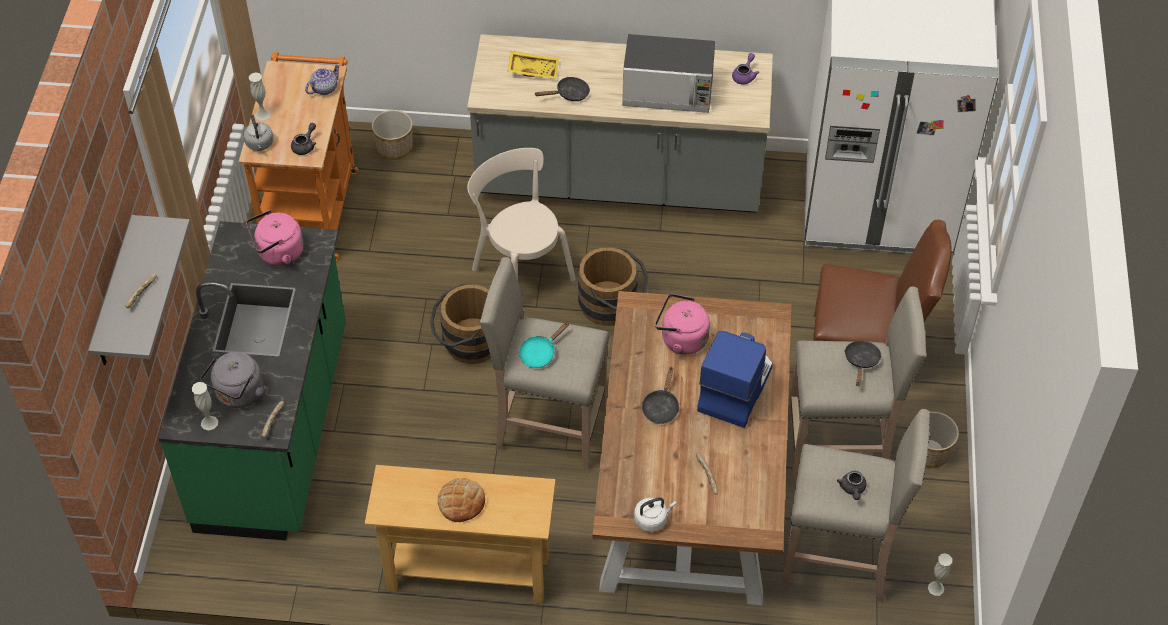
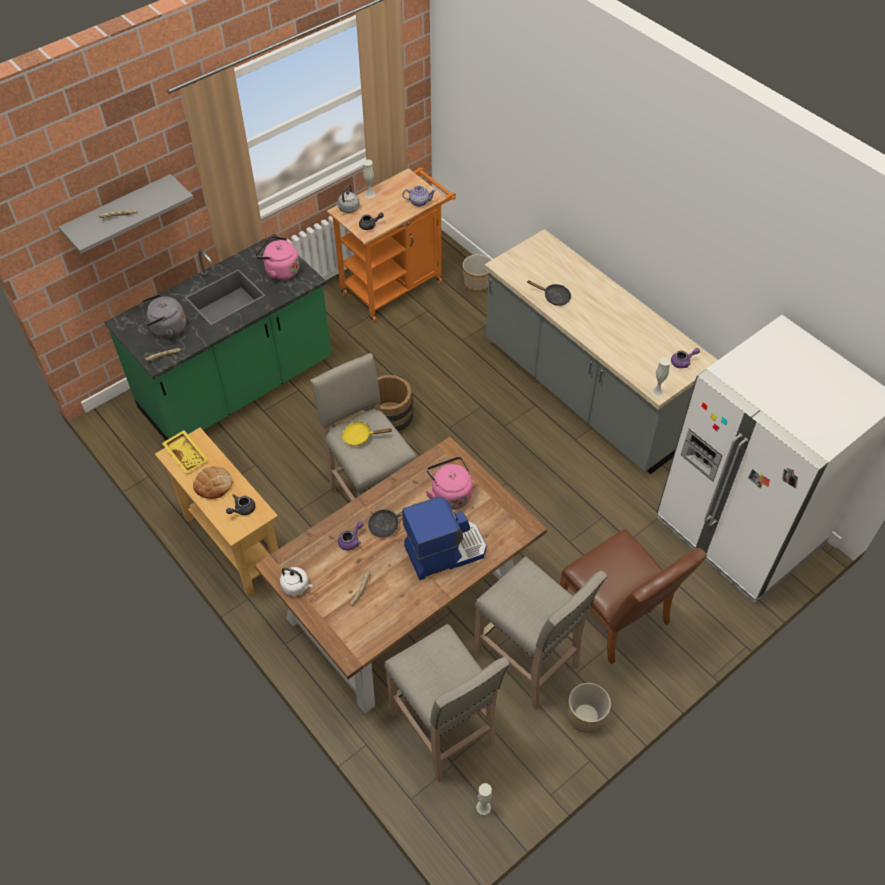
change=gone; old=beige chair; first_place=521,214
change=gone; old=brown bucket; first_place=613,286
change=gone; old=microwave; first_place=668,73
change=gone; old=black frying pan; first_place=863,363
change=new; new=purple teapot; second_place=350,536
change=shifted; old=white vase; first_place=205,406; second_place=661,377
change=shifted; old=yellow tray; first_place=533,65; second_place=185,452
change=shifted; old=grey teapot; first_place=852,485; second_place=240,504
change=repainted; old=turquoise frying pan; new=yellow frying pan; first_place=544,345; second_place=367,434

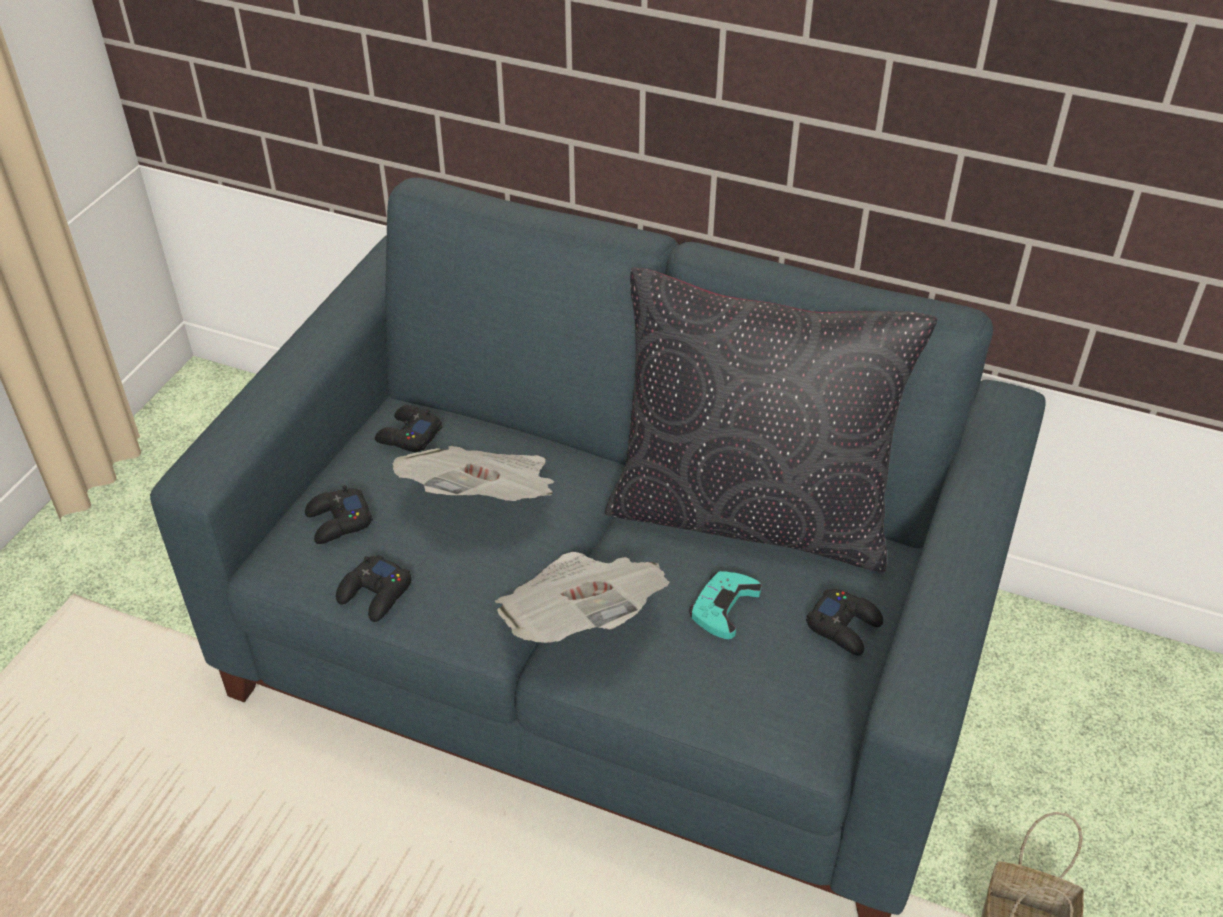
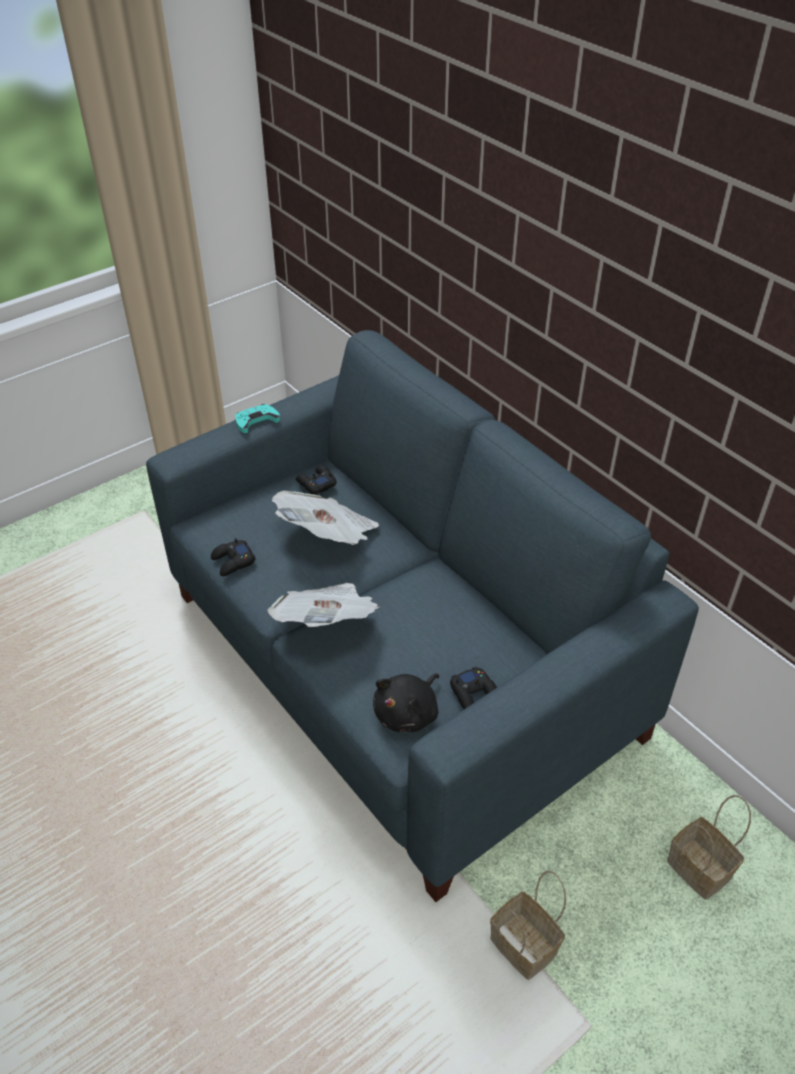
change=gone; old=black game controller; first_place=339,514
change=gone; old=black pillow; first_place=770,420
change=new; new=black plush toy; second_place=406,702
change=new; new=basket; second_place=709,847
change=shifted; old=turquoise game controller; first_place=725,605; second_place=257,418

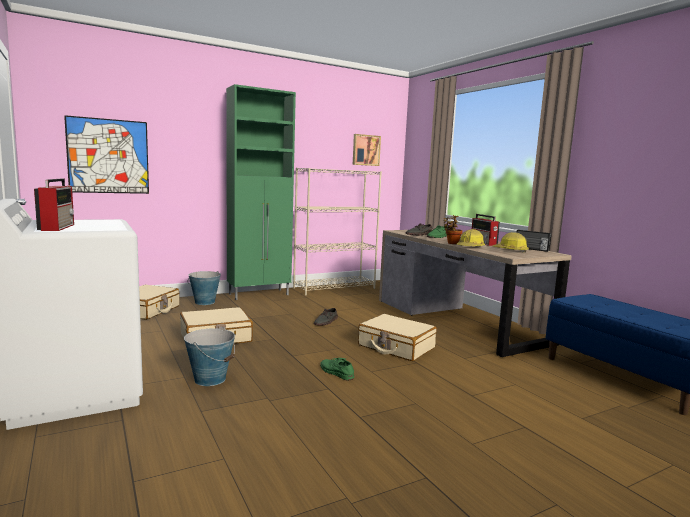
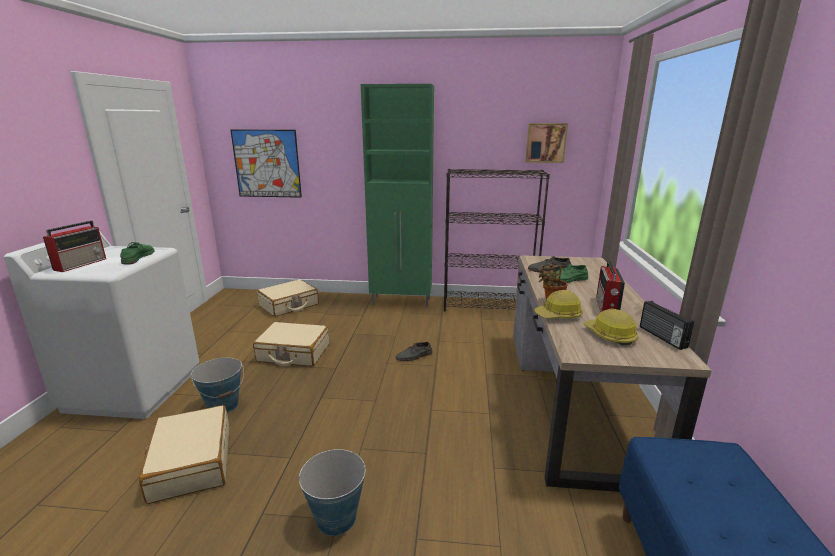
change=shifted; old=bucket; first_place=204,288; second_place=332,492
change=shifted; old=green shoe; first_place=337,369; second_place=137,253
change=shifted; old=beige suitcase; first_place=397,337; second_place=184,454
change=repainted; old=beige bookcase; new=black bookcase; first_place=337,231; second_place=497,240

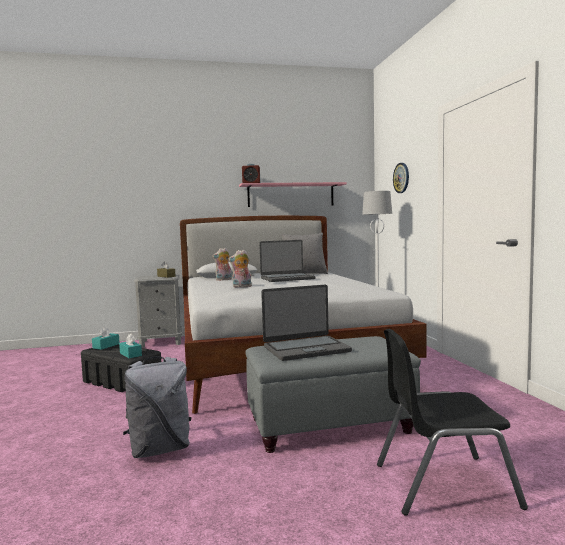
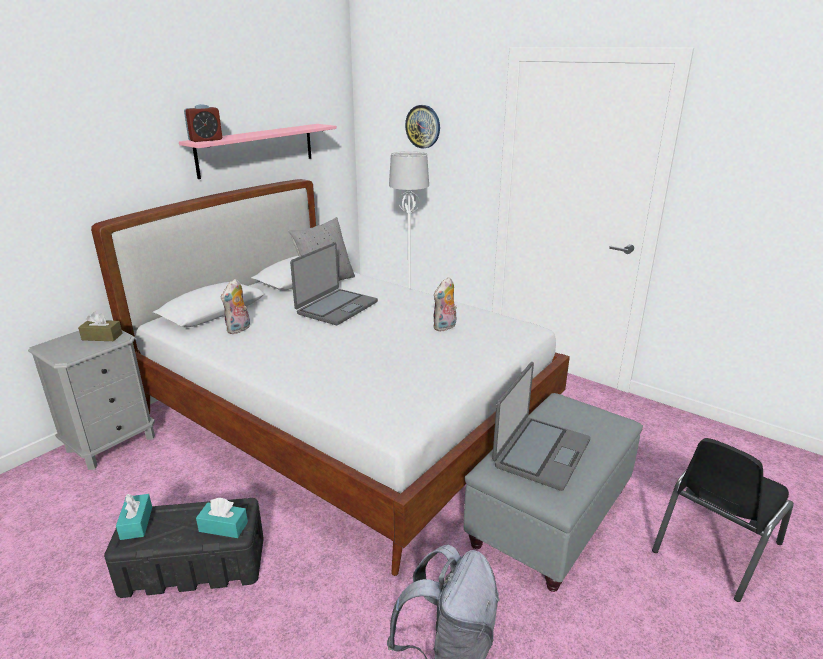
change=shifted; old=plush toy; first_place=240,269; second_place=445,304

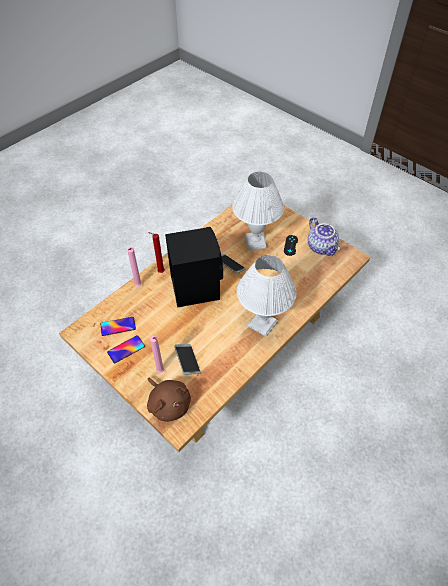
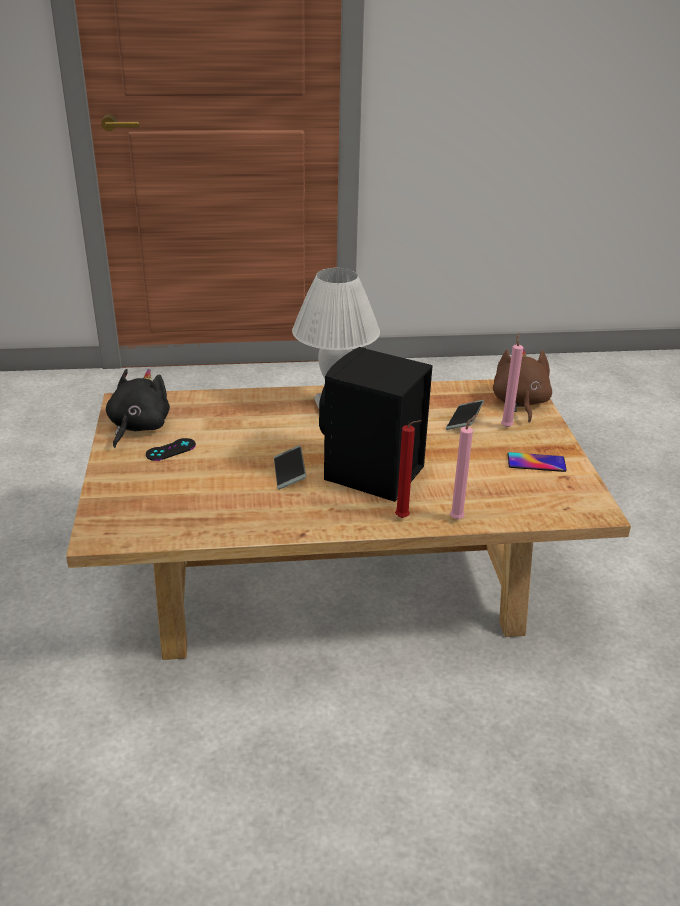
change=gone; old=phone; first_place=118,326
change=gone; old=white table lamp; first_place=258,211
change=swapped; old=teapot; new=black plush toy; first_place=324,236; second_place=138,408

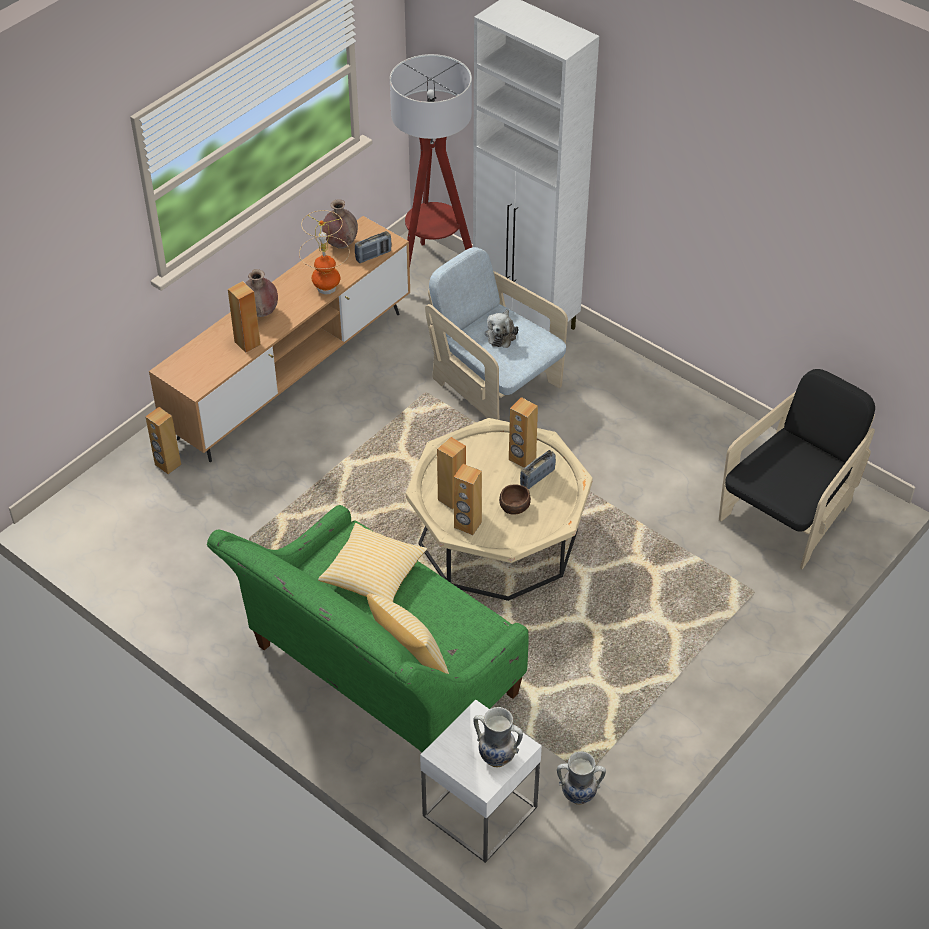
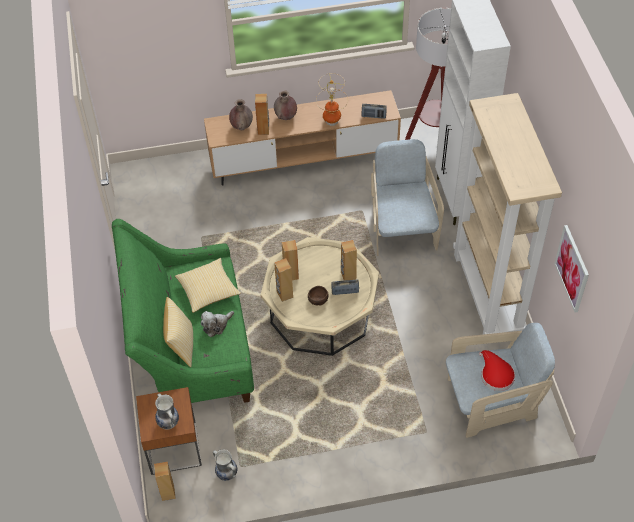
change=new; new=beige bookcase; second_place=507,213
change=new; new=red hat; second_place=497,370
change=new; new=picture; second_place=571,269
change=shifted; old=brown speaker; first_place=163,440; second_place=165,481
change=shifted; old=brown vase; first_place=340,224; second_place=241,114
change=shifted; old=plush toy; first_place=501,328; second_place=217,324
change=repainted; old=white side table; new=brown side table; first_place=481,781; second_place=169,431
change=repainted; old=black armchair; new=beige armchair; first_place=797,469; second_place=500,380

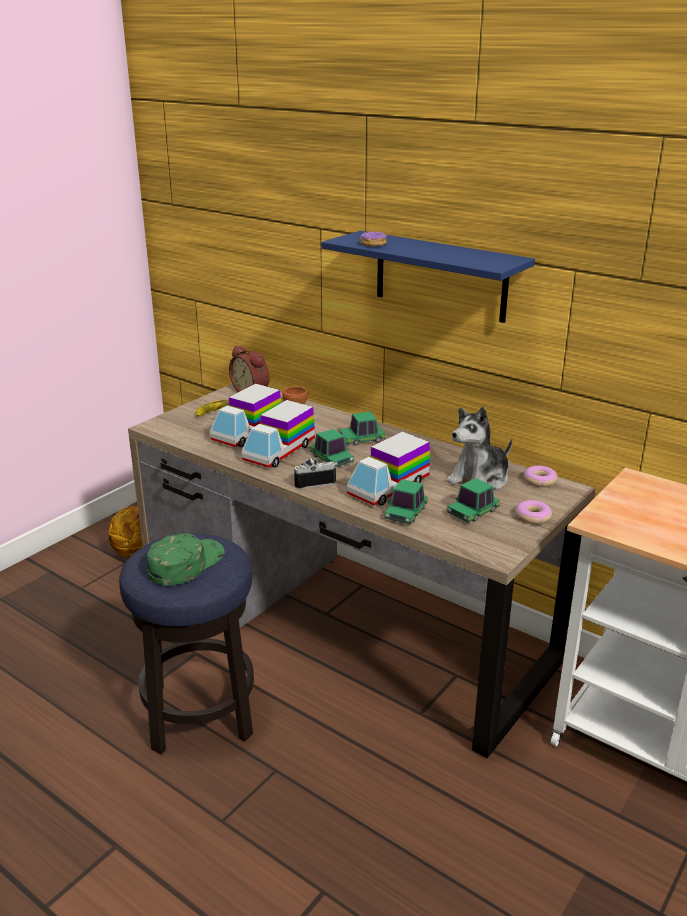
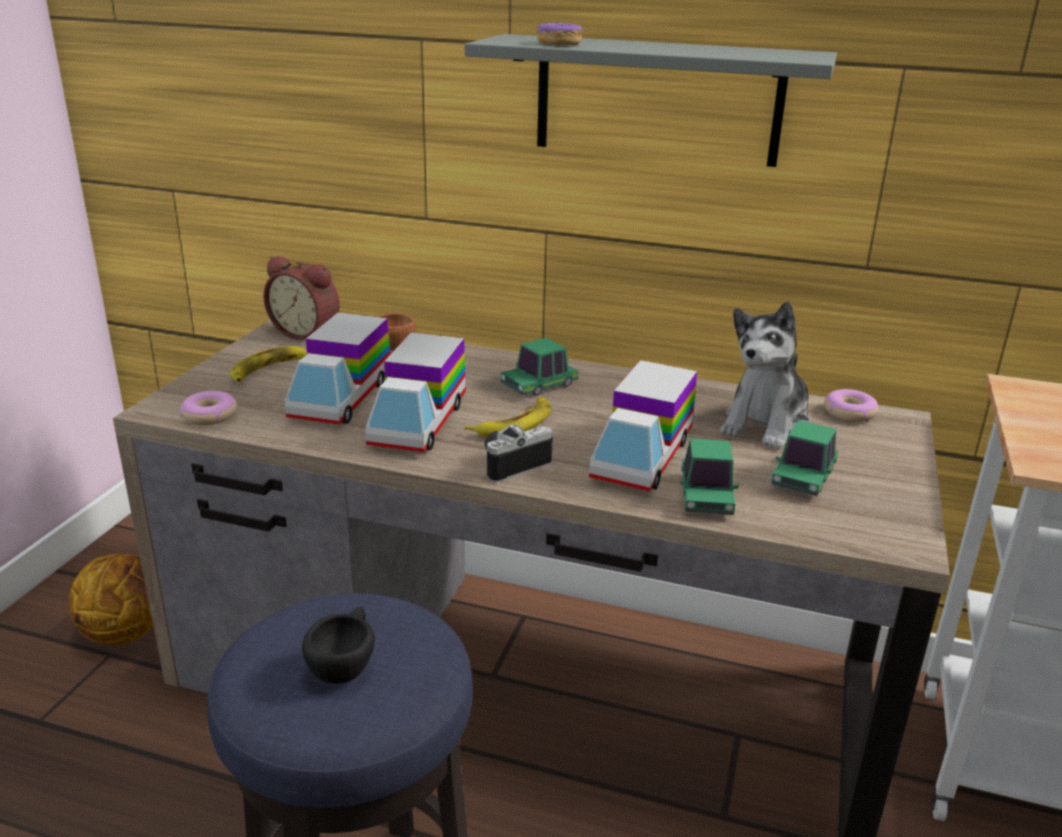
change=shifted; old=donut; first_place=534,512; second_place=208,408
change=swapped; old=green cap; new=black cup; first_place=186,560; second_place=338,644
change=swapped; old=toy car; new=banana; first_place=332,448; second_place=508,417
change=repainted; old=blue shelf; new=grey shelf; first_place=428,277; second_place=650,100

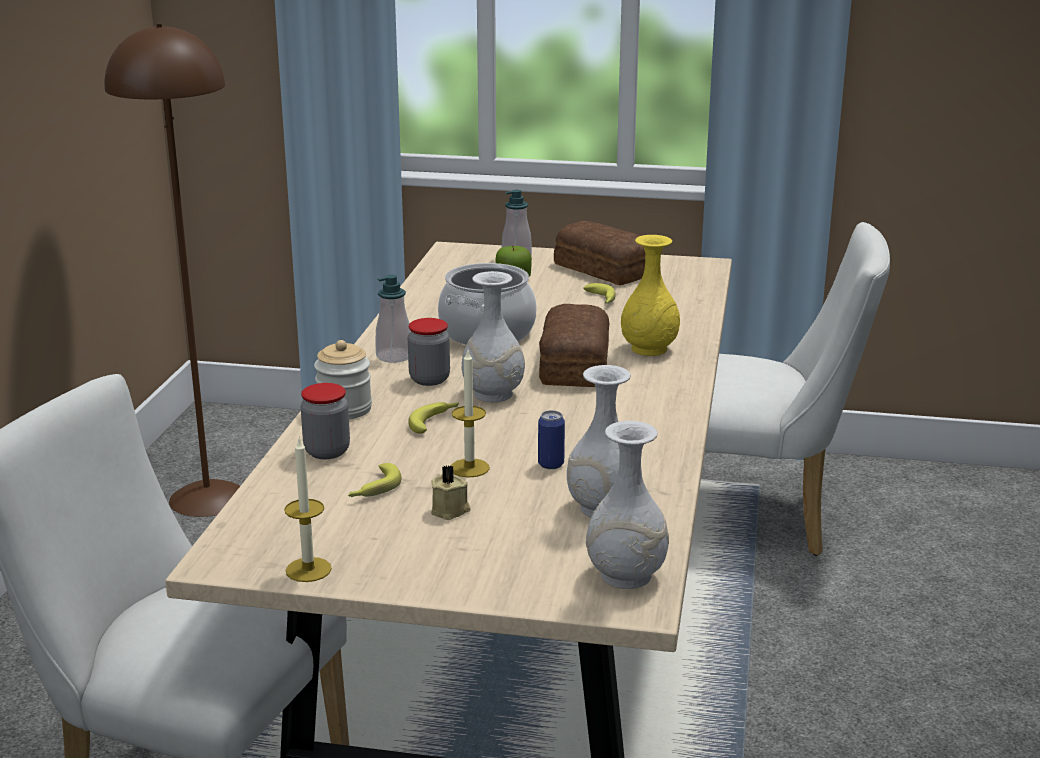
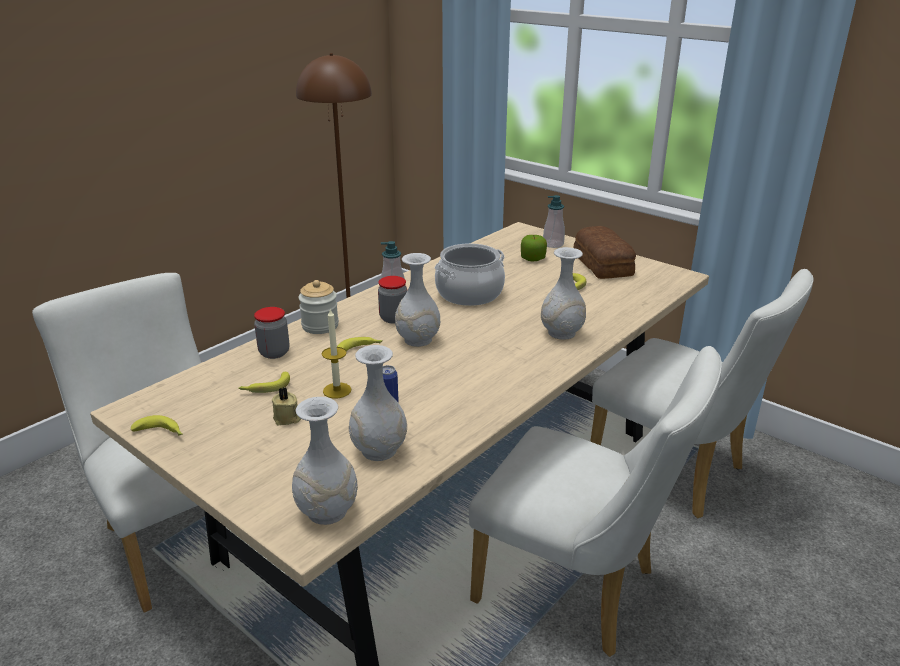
change=gone; old=bread; first_place=574,345
change=new; new=white chair; second_place=595,501
change=swapped; old=candle; new=banana; first_place=308,510; second_place=156,425
change=repainted; old=yellow vase; new=white vase; first_place=650,295; second_place=563,293

